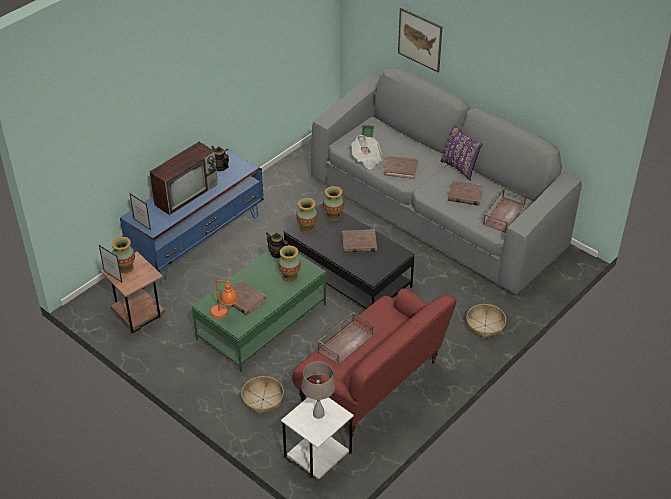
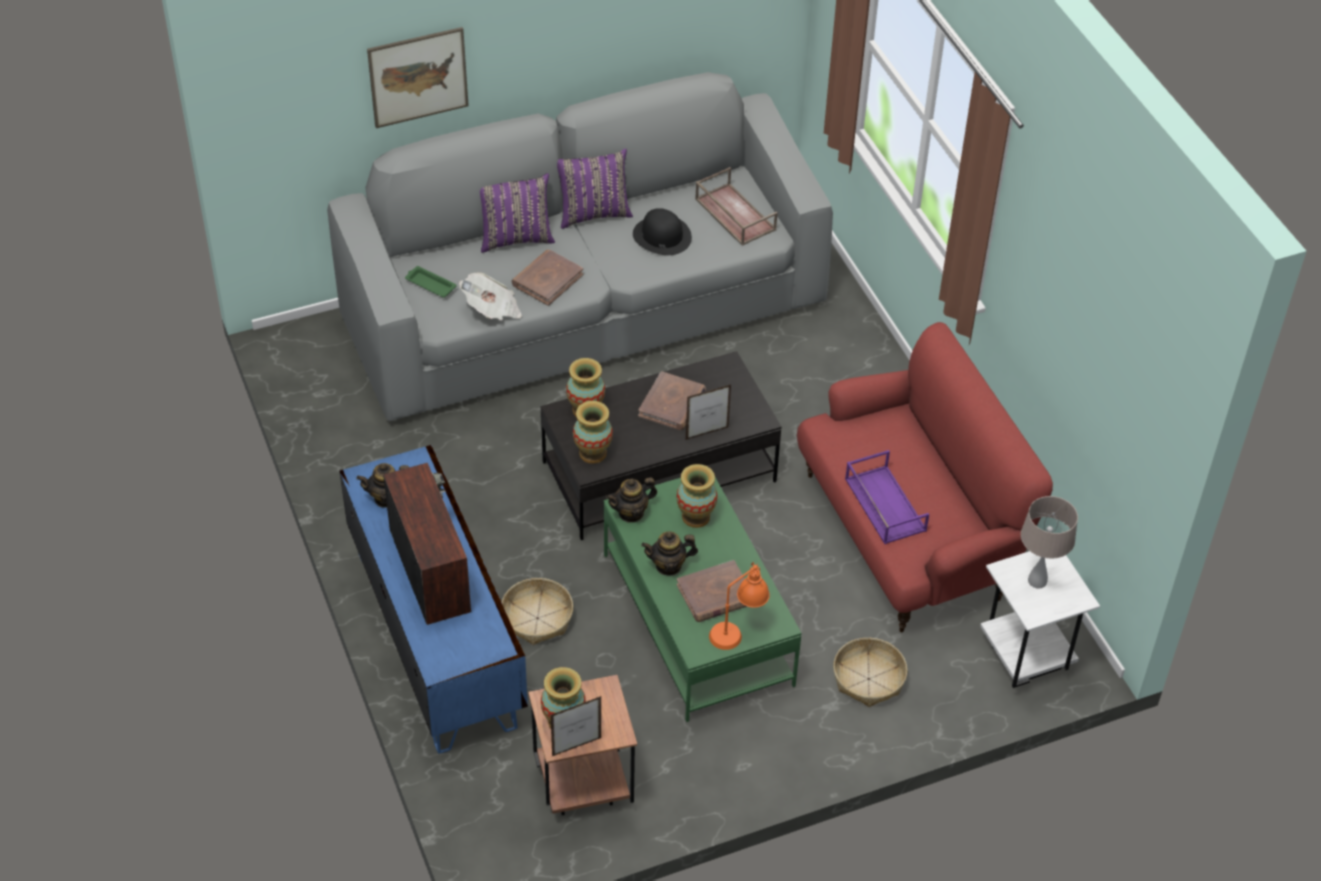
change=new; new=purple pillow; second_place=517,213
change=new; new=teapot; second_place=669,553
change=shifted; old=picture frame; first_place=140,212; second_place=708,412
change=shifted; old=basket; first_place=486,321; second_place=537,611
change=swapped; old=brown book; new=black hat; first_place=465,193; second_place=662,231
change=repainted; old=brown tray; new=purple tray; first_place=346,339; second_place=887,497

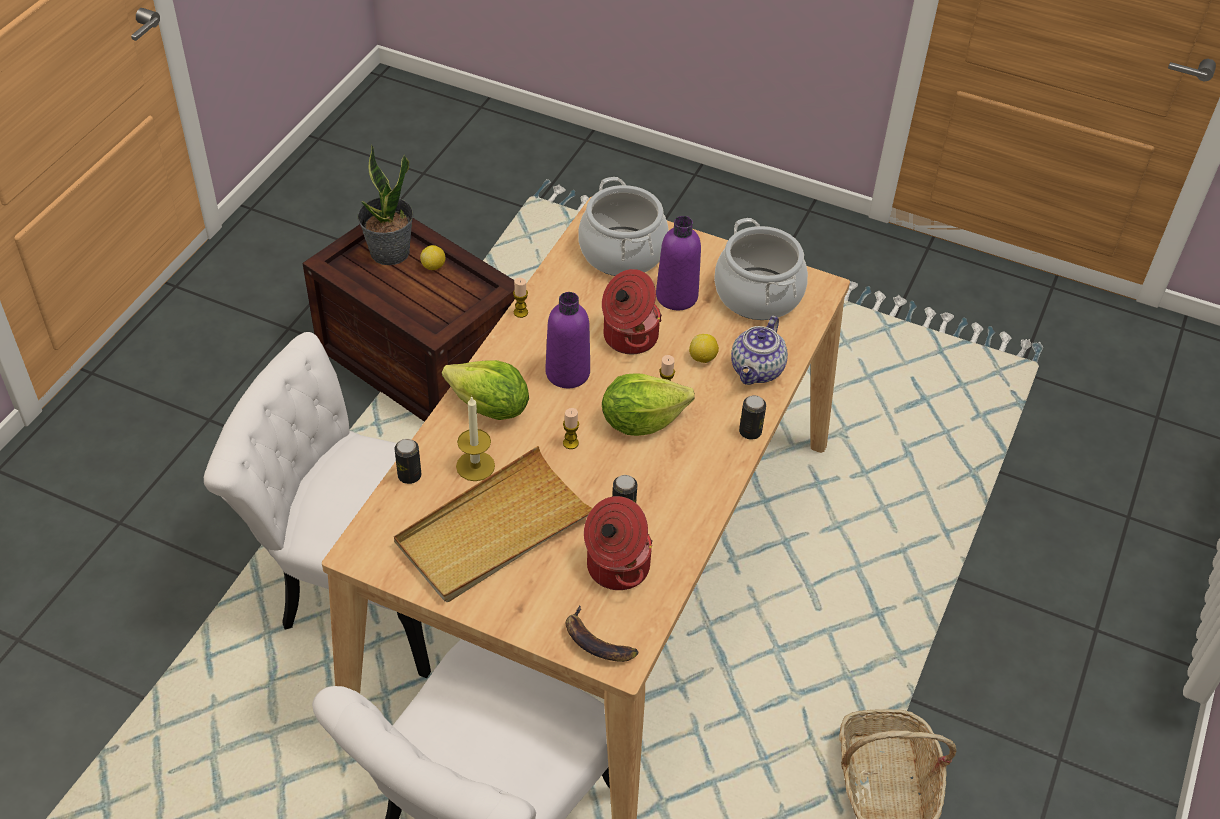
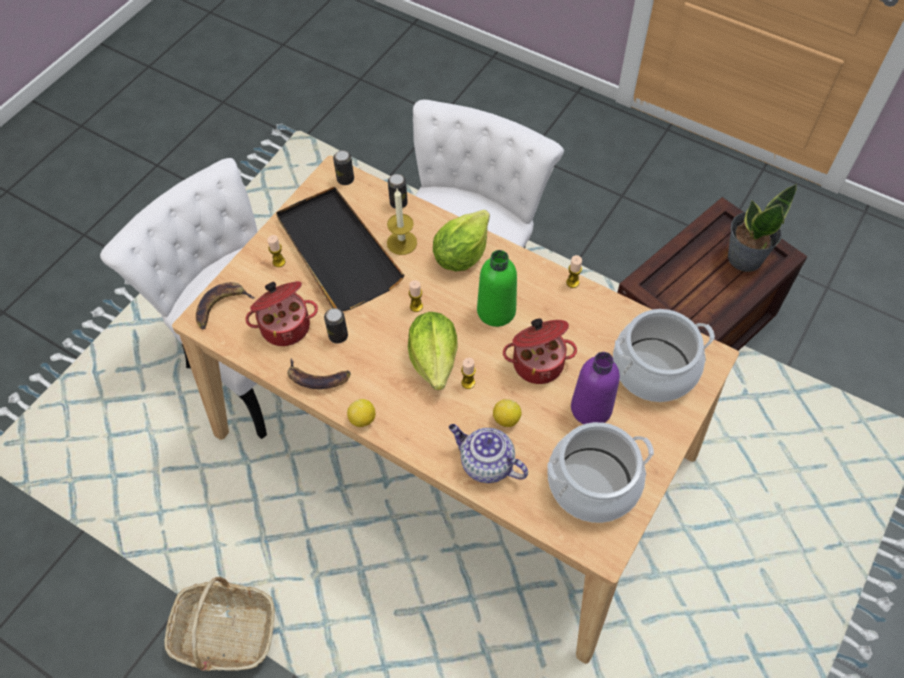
change=new; new=candle; second_place=276,251
change=new; new=banana; second_place=319,374
change=shifted; old=lemon; first_place=433,257; second_place=361,413
change=shifted; old=can; first_place=752,417; second_place=343,167
change=repainted; old=beige tray; new=black tray; first_place=493,524; second_place=340,248
change=repainted; old=purple bottle; new=green bottle; first_place=568,340; second_place=497,288

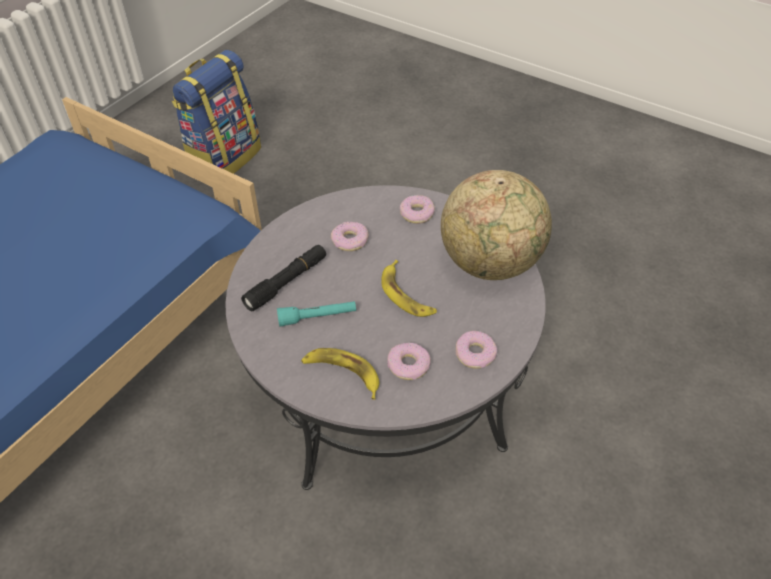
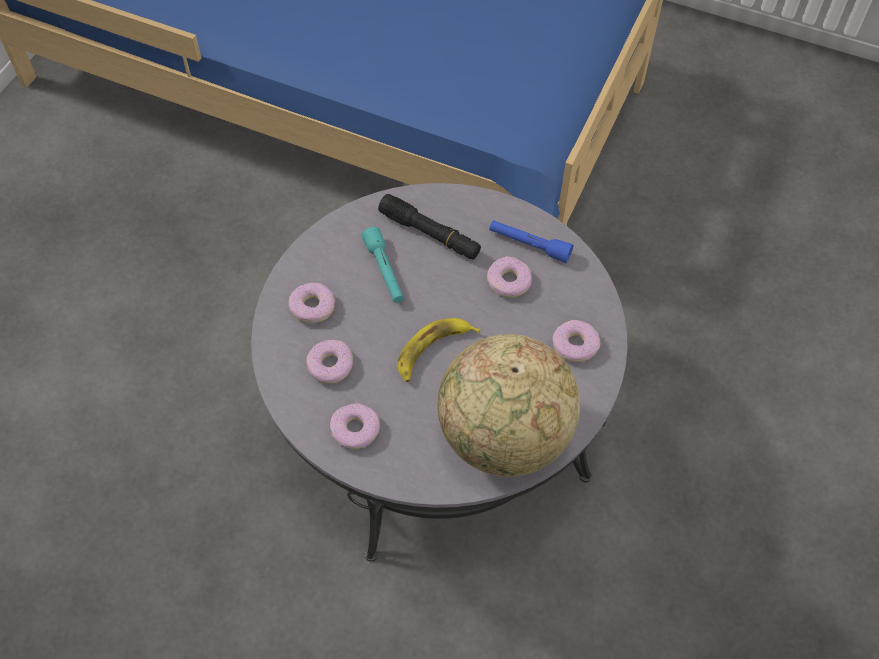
change=gone; old=backpack; first_place=216,112
change=new; new=blue flashlight; second_place=531,241
change=swapped; old=banana; new=donut; first_place=340,374; second_place=312,303

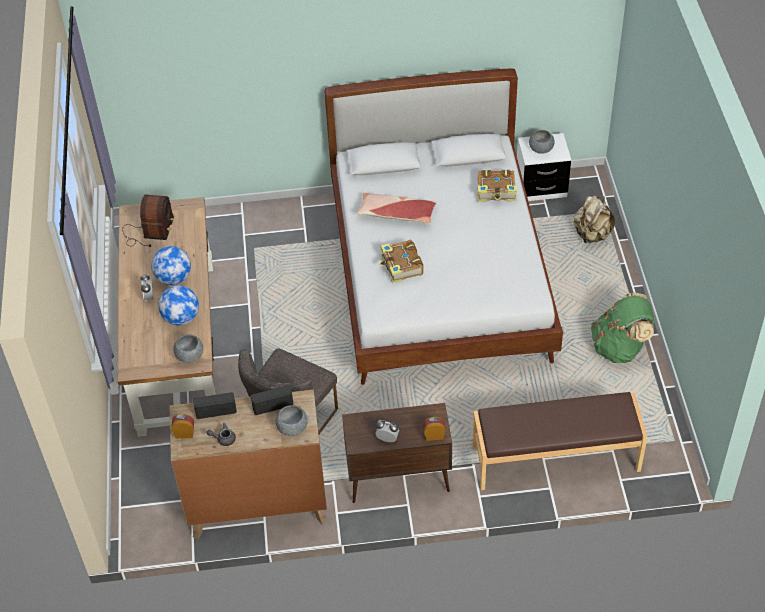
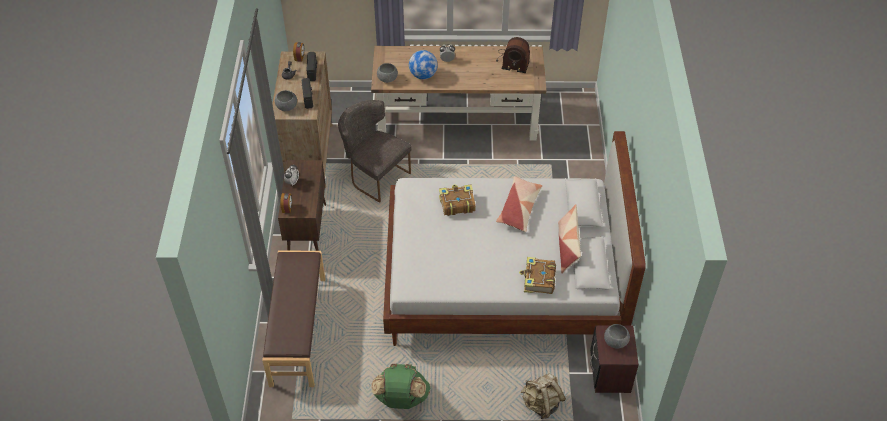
change=gone; old=globe; first_place=171,265
change=new; new=pillow; second_place=569,239
change=repainted; old=white nightstand; new=brown nightstand; first_place=544,167; second_place=614,359

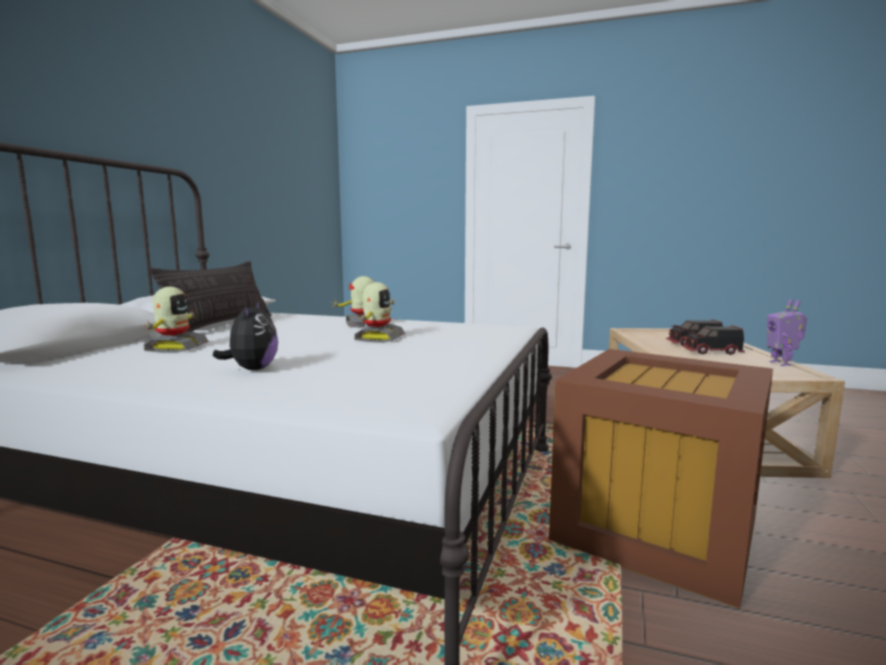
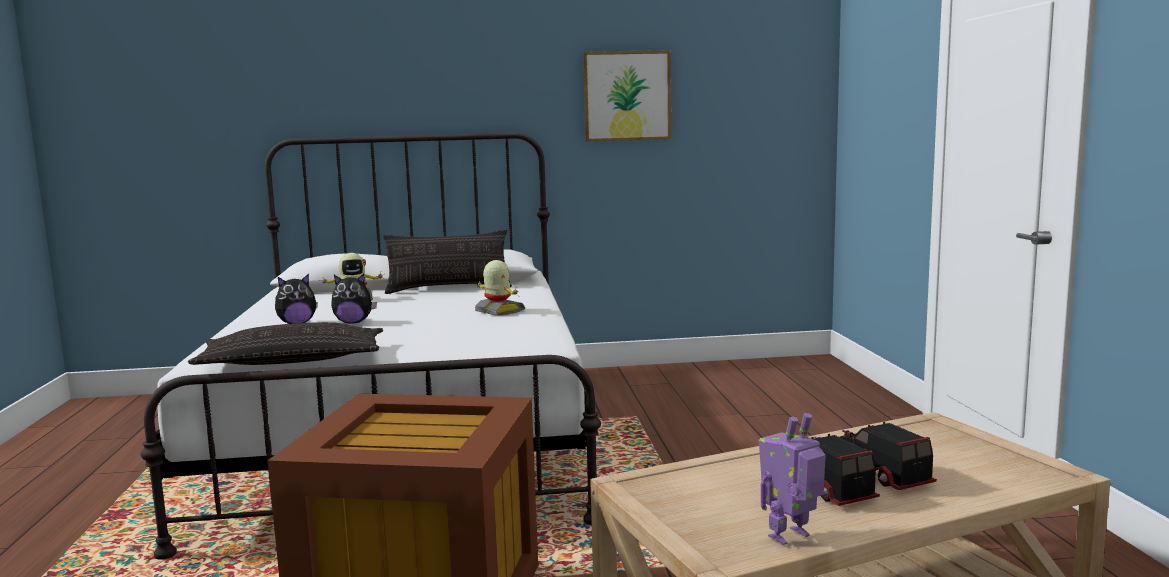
change=gone; old=toy robot; first_place=379,312
change=new; new=pillow; second_place=286,343
change=new; new=plush toy; second_place=354,298
change=new; new=picture; second_place=627,95

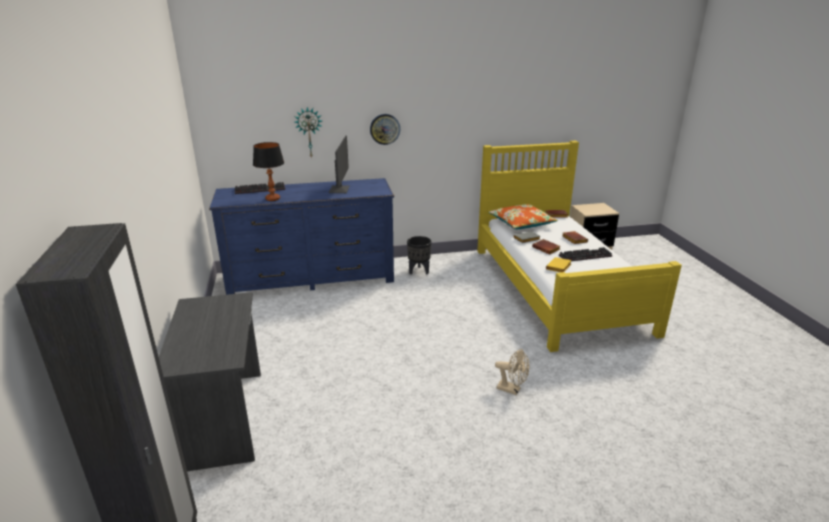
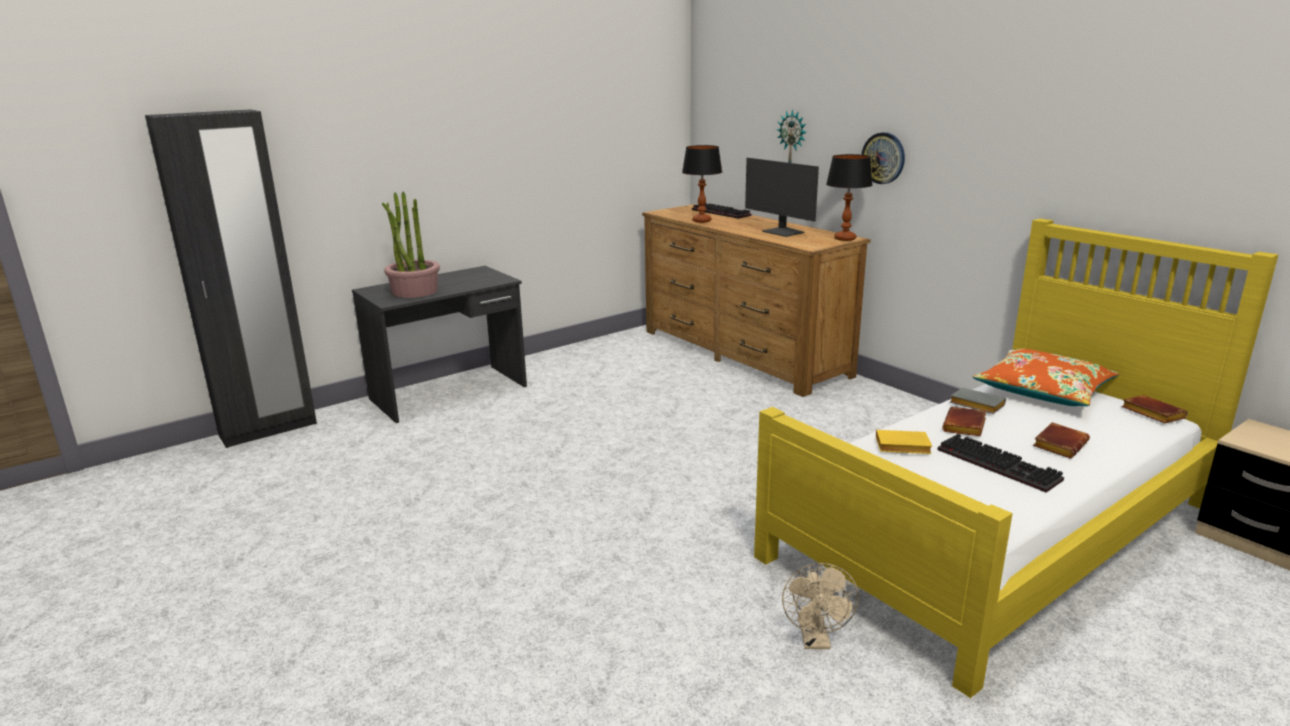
change=gone; old=black planter; first_place=419,255
change=new; new=potted plant; second_place=411,245
change=new; new=table lamp; second_place=849,197
change=shifted; old=beige fan; first_place=512,372; second_place=820,606
change=repainted; old=blue dresser; new=brown dresser; first_place=301,236; second_place=756,300
change=rotated; old=monitor; first_place=339,164; second_place=782,197; degrees=75

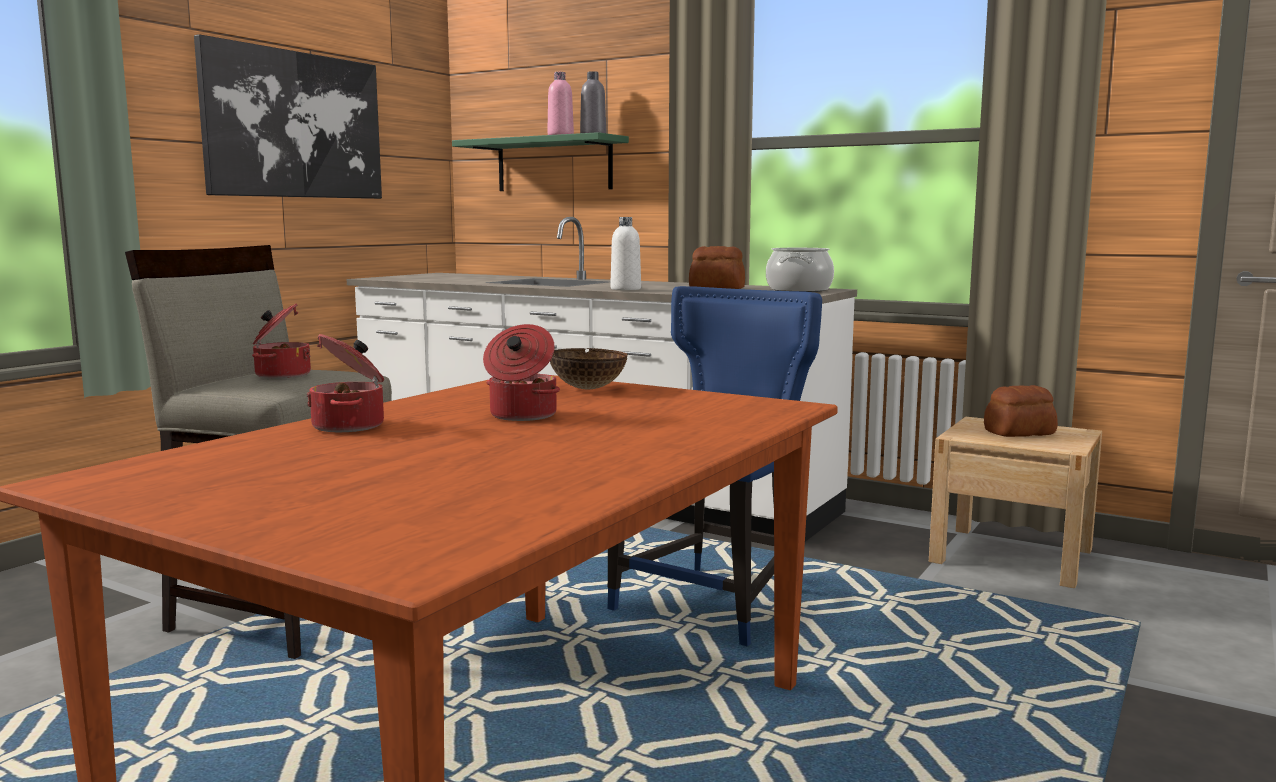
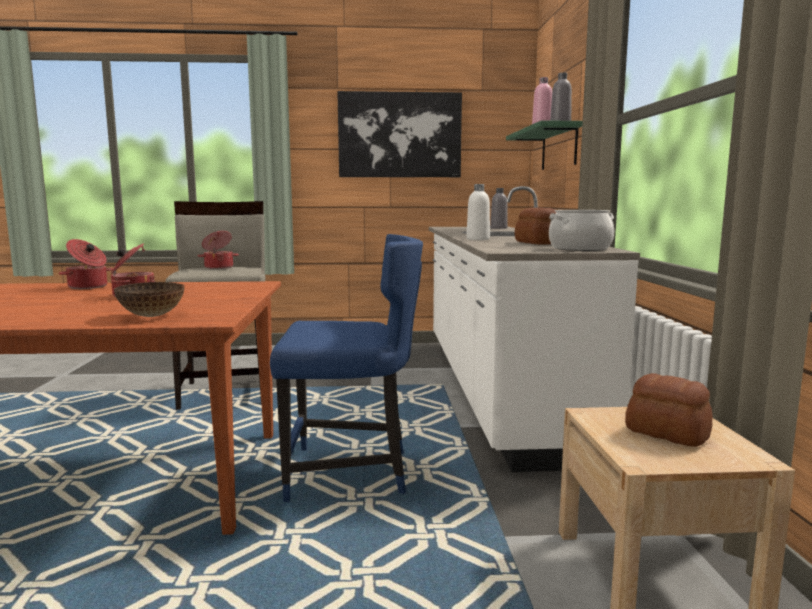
change=new; new=grey bottle; second_place=499,208
change=shifted; old=bowl; first_place=589,368; second_place=149,299

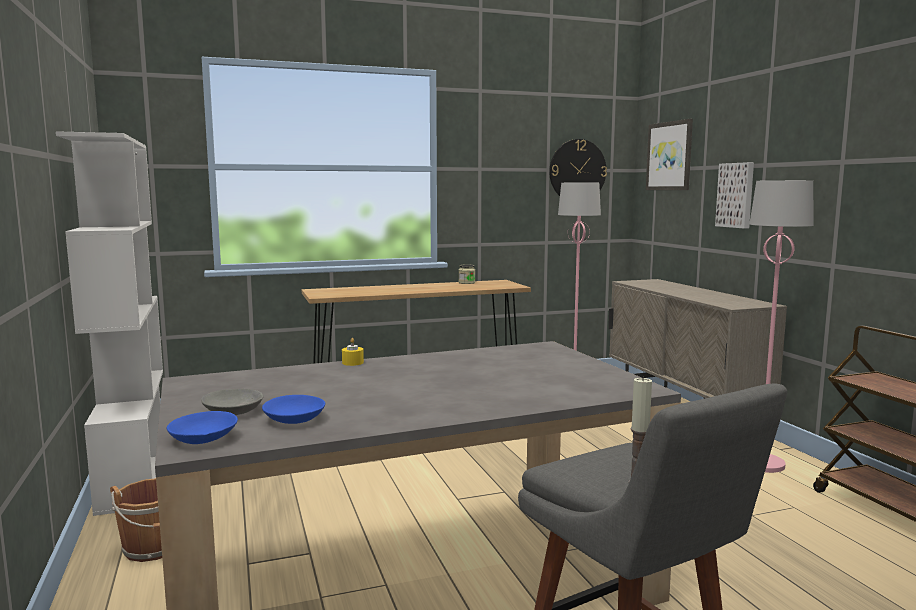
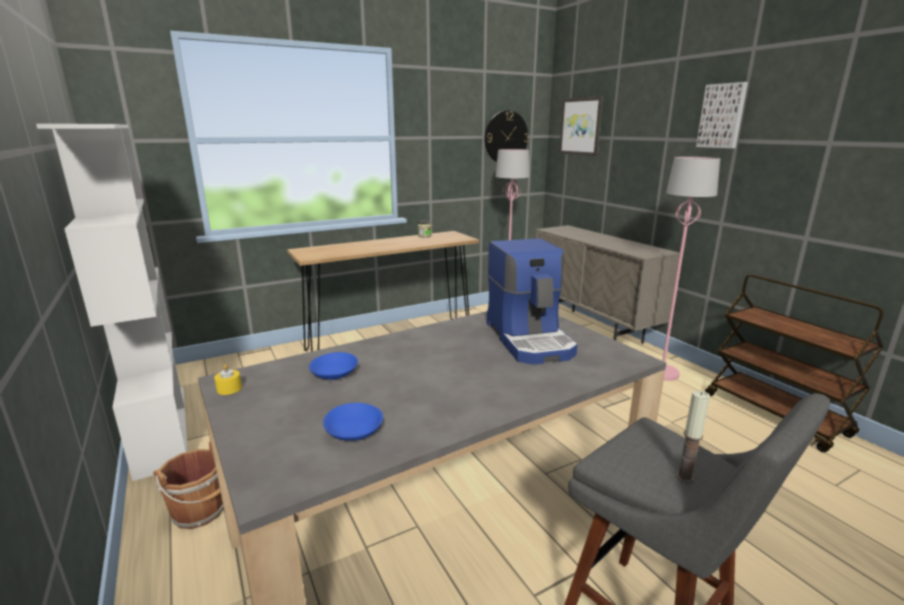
change=gone; old=grey bowl; first_place=232,402
change=new; new=coffee machine; second_place=532,301
change=shifted; old=blue bowl; first_place=202,427; second_place=333,366
change=shifted; old=yellow candle; first_place=353,352; second_place=228,379
change=shifted; old=picture; first_place=734,195; second_place=722,115

